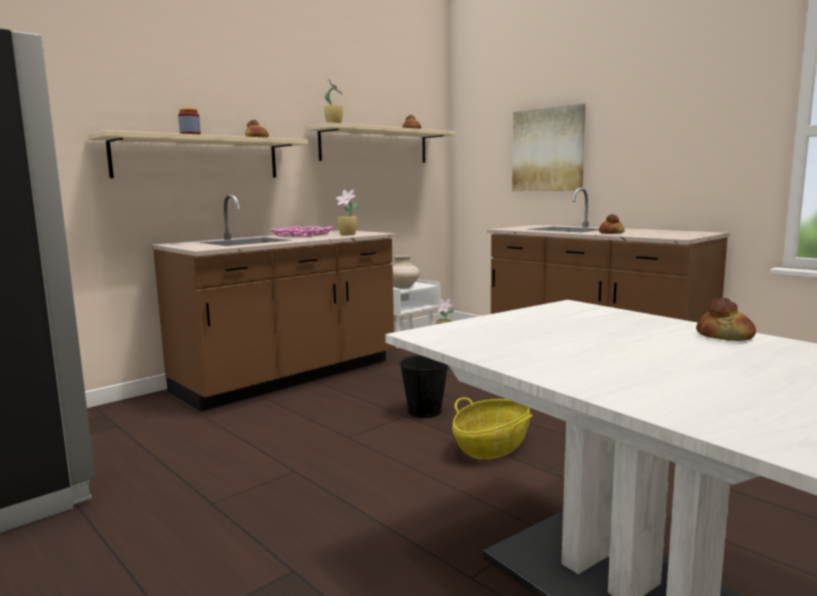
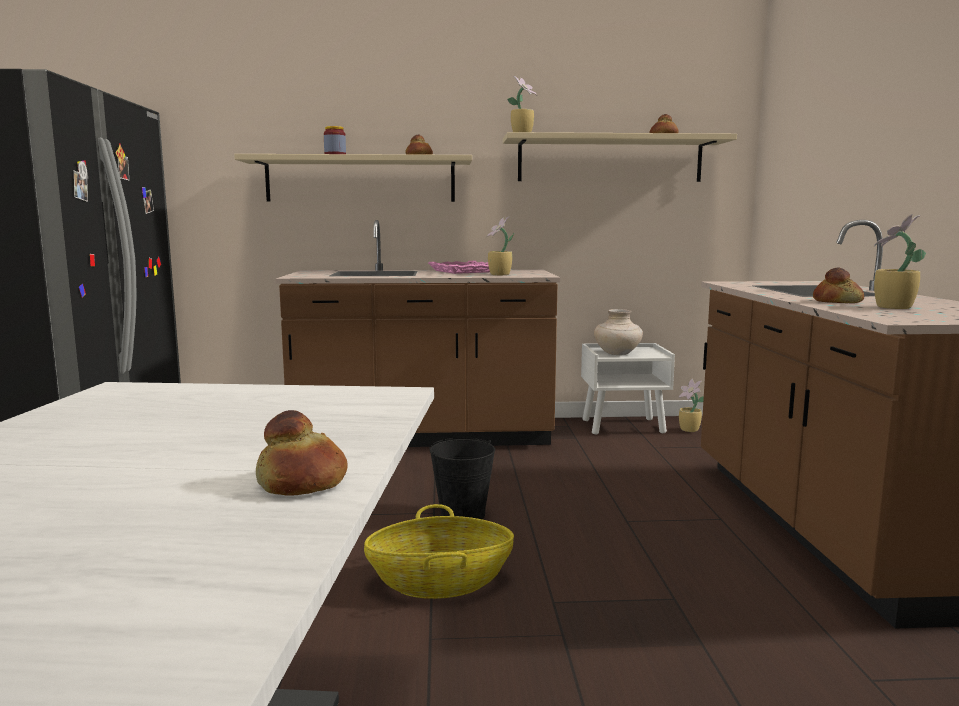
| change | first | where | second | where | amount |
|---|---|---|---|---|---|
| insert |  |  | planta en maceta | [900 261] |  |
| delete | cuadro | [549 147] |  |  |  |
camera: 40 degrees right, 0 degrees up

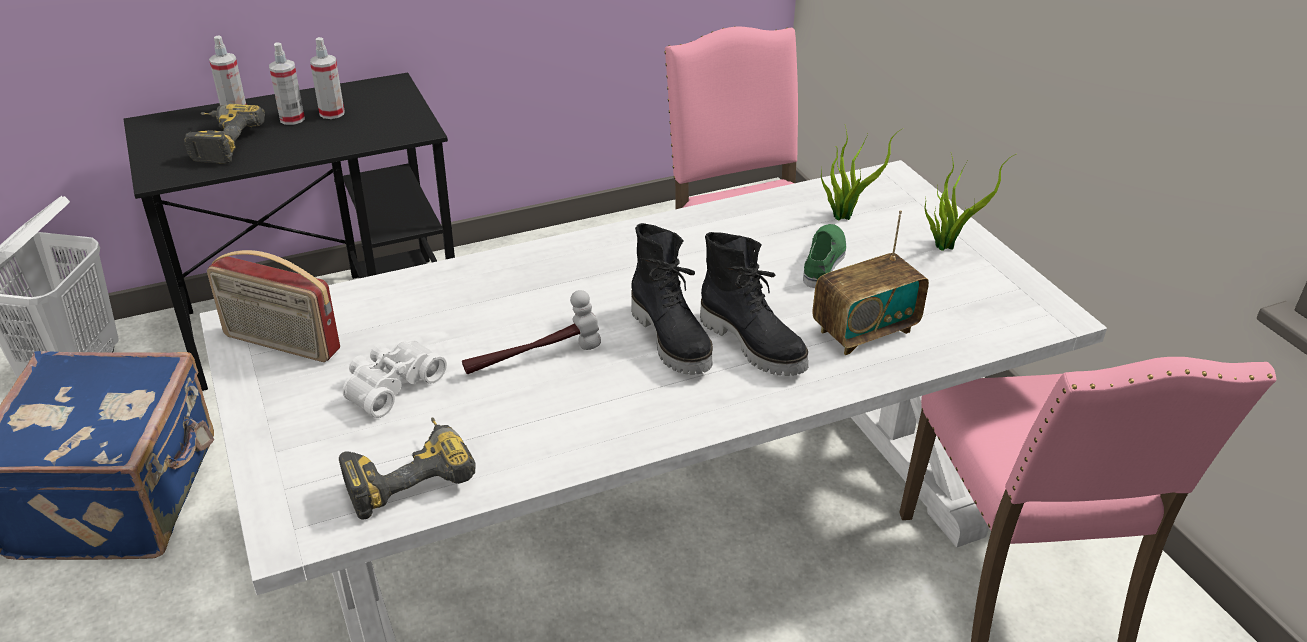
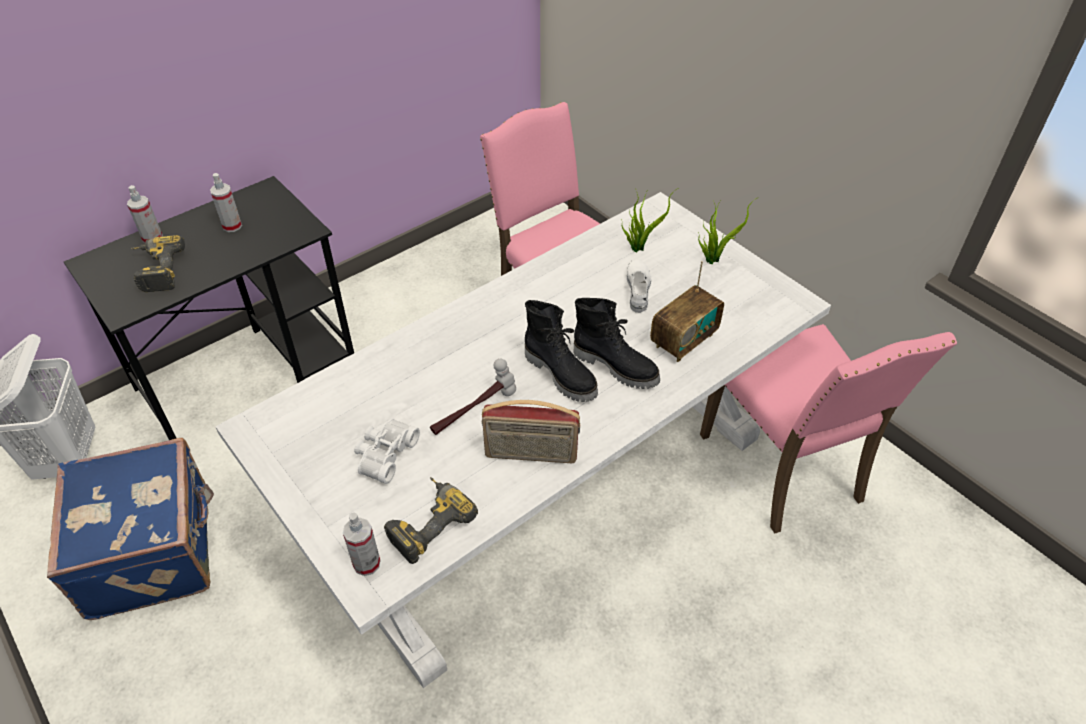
| change | first | where | second | where | amount |
|---|---|---|---|---|---|
| move | pulverizador | [287 83] |  | [361 544] |  |
| move | radio | [273 306] |  | [531 431] |  |
| recolor | zapato/verde | [824 256] | zapato/blanco | [639 286] |  |
camera: 15 degrees left, 10 degrees up

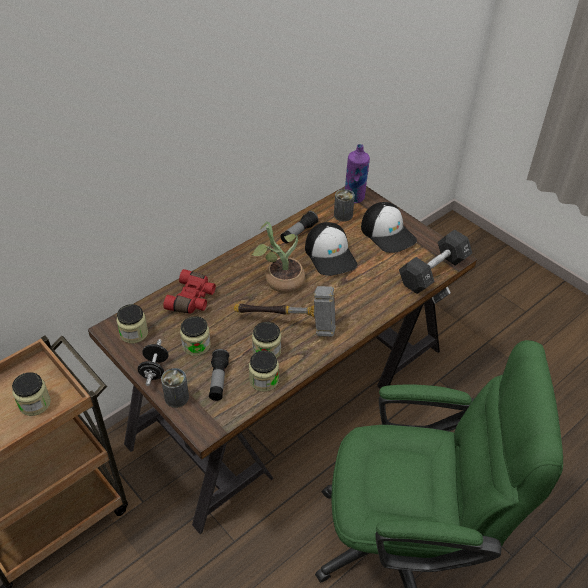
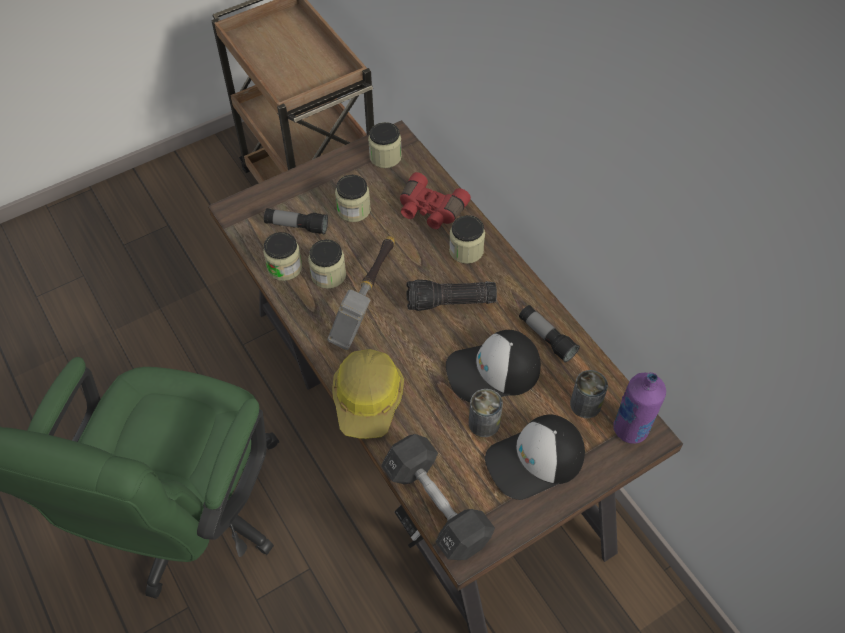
| change | first | where | second | where | amount |
|---|---|---|---|---|---|
| insert |  |  | casco | [368 394] |  |
| replace | planta en maceta | [278 257] | linterna | [451 295] |  |
| move | tarro | [31 394] |  | [467 239] |  |
| move | lata | [175 388] |  | [486 413] |  |
| delete | mancuerna/negro | [153 362] |  |  |  |
camera: 100 degrees right, 10 degrees up

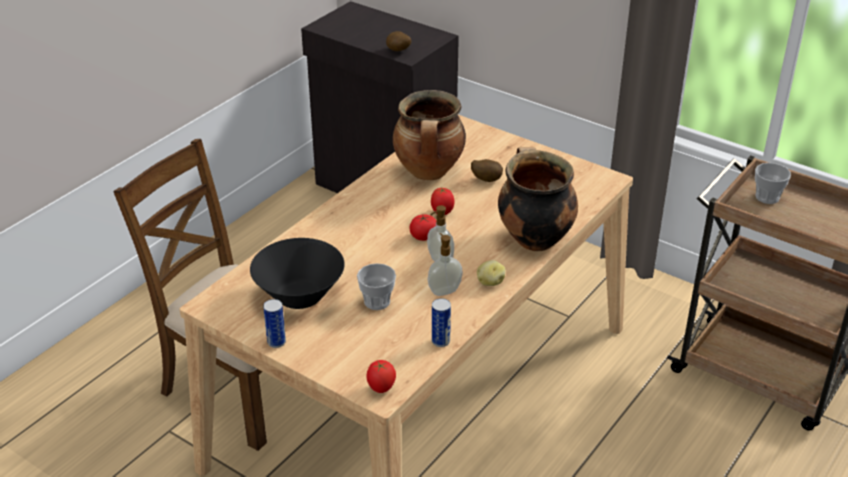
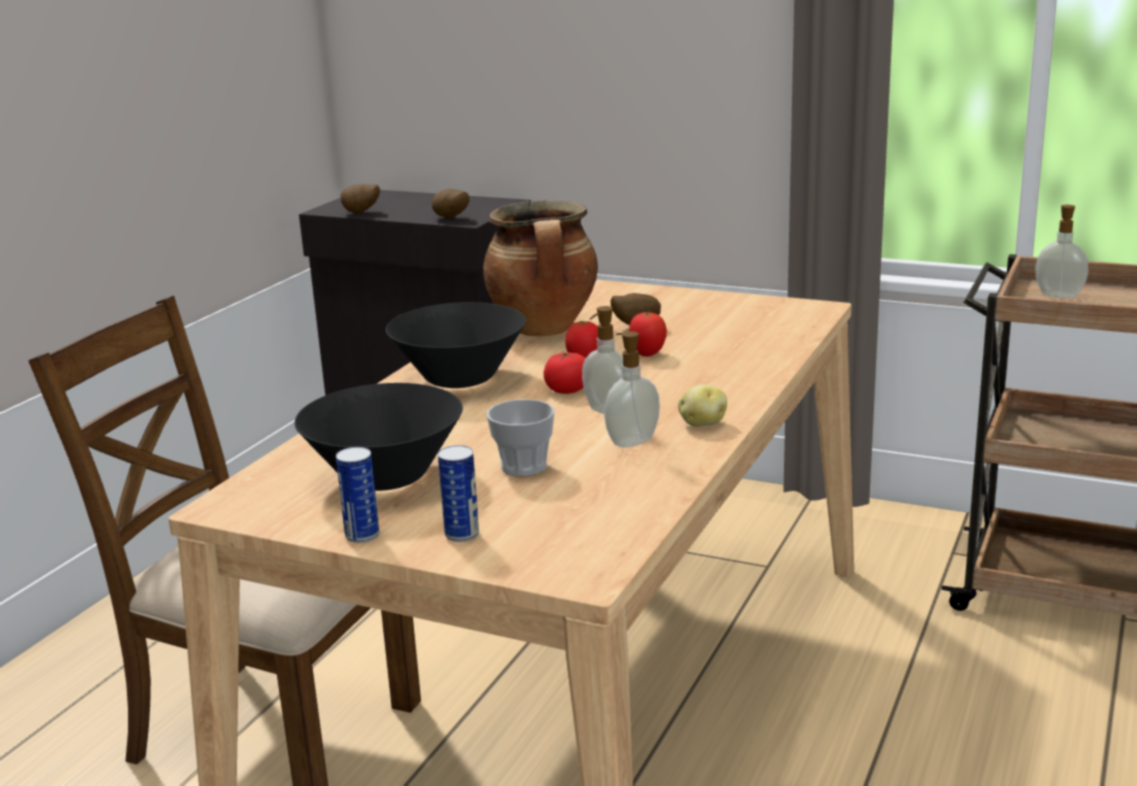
| change | first | where | second | where | amount |
|---|---|---|---|---|---|
| insert |  |  | patata | [360 198] |  |
| insert |  |  | cuenco/negro | [456 345] |  |
| move | lata | [441 322] |  | [458 493] |  |
| move | tomate | [381 376] |  | [648 334] |  |
| replace | taza | [773 183] | dispensador de jabón | [1061 251] |  |
| delete | olla | [538 199] |  |  |  |
camera: 10 degrees left, 15 degrees down

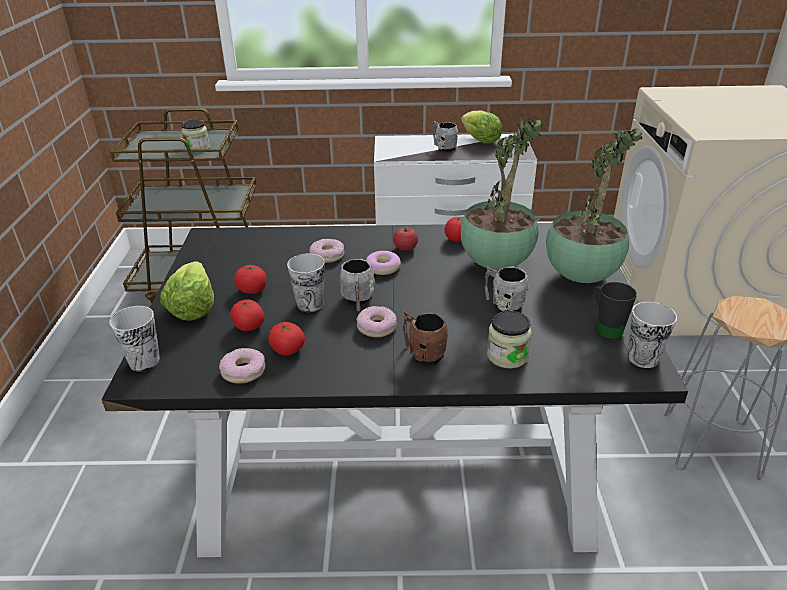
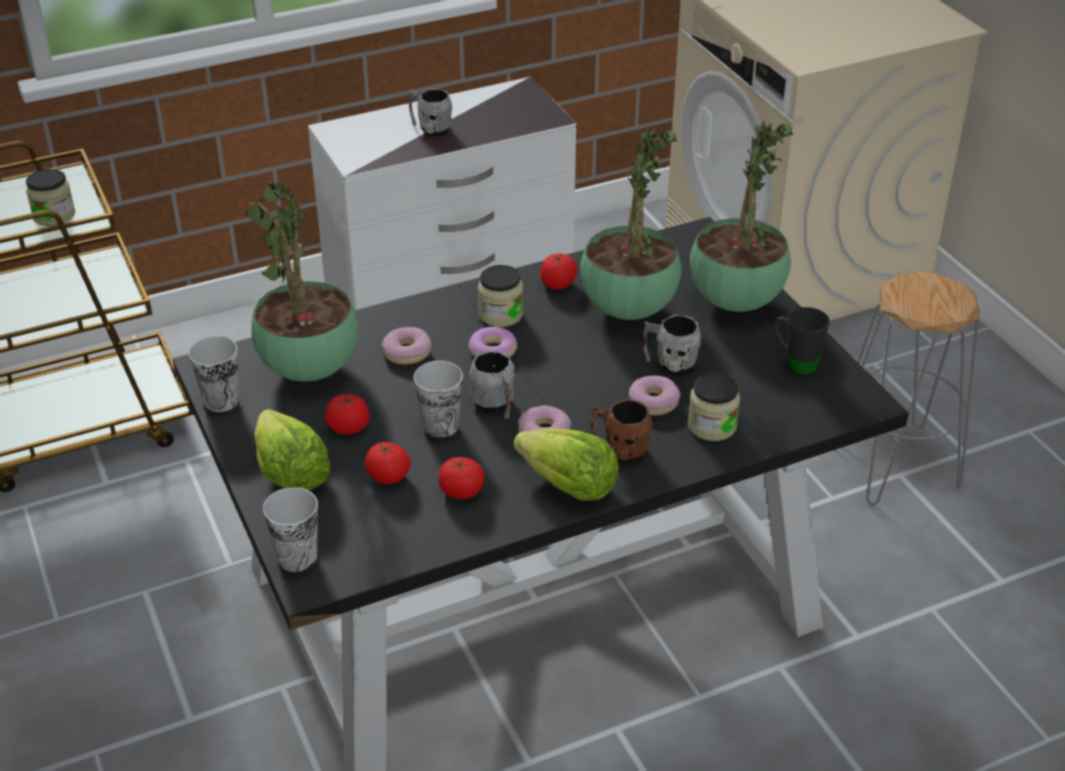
| change | first | where | second | where | amount |
|---|---|---|---|---|---|
| move | taza | [652 335] |  | [213 374] |  |
| insert |  |  | planta en maceta | [302 281] |  |
| replace | tomate | [405 239] | tarro | [500 296] |  |
| move | lechuga | [481 127] |  | [566 464] |  |
| move | rosquilla | [242 366] |  | [654 395] |  |
camera: 25 degrees left, 5 degrees up

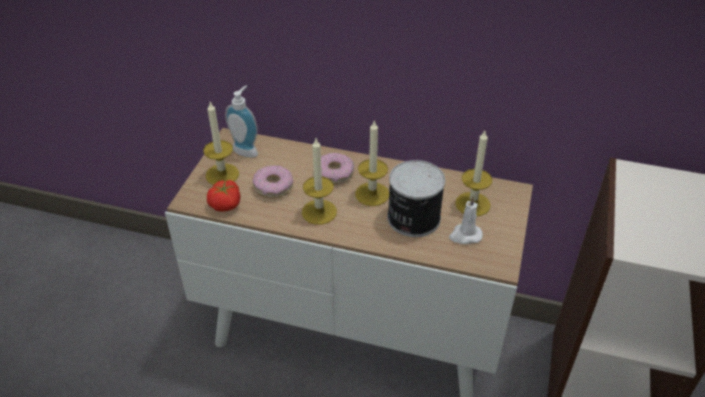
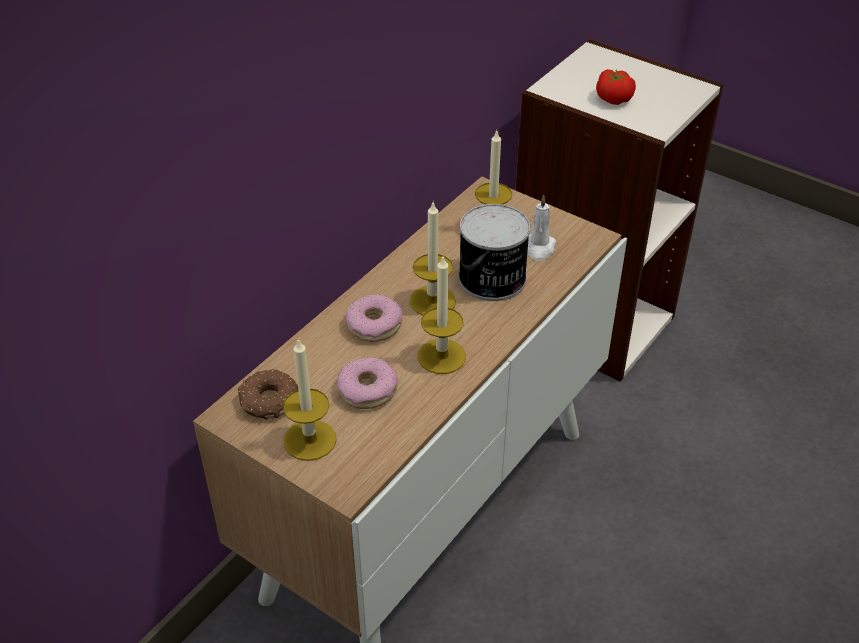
| change | first | where | second | where | amount |
|---|---|---|---|---|---|
| replace | dispensador de jabón | [241 122] | rosquilla | [268 394] |  |
| move | tomate | [223 196] |  | [616 87] |  |
camera: 70 degrees left, 0 degrees up

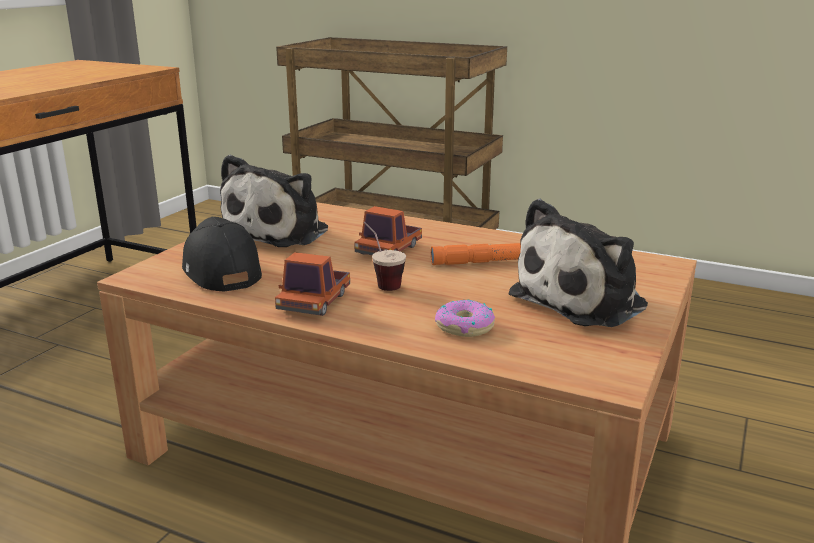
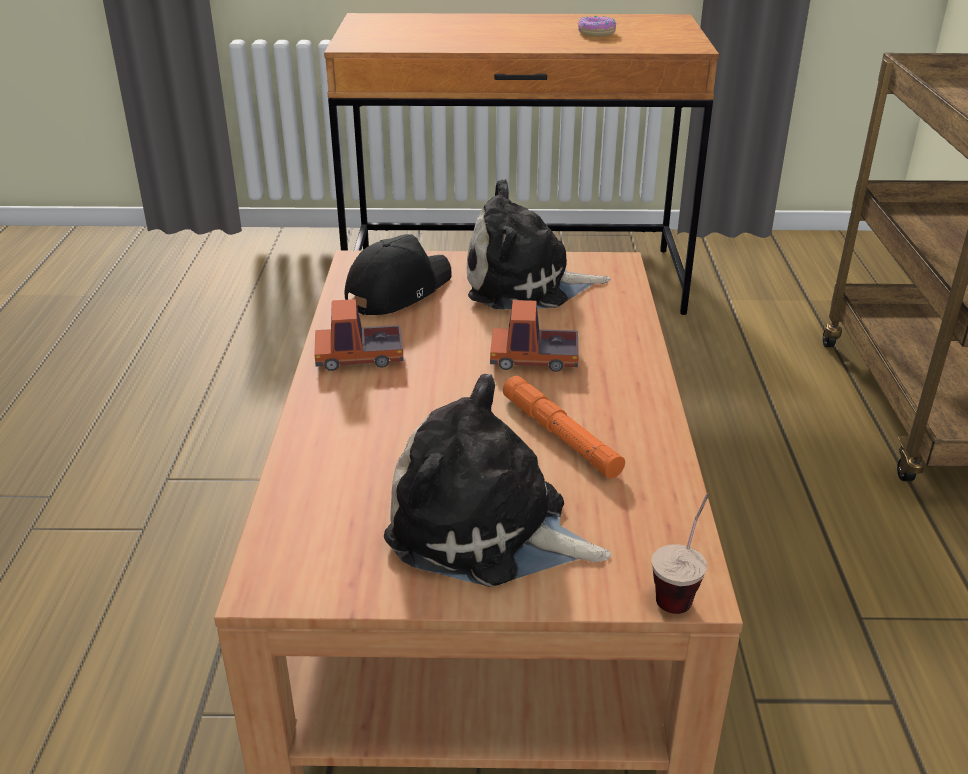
| change | first | where | second | where | amount |
|---|---|---|---|---|---|
| move | rosquilla | [465 318] |  | [597 26] |  |
| move | taza | [385 256] |  | [680 553] |  |
camera: 65 degrees right, 10 degrees up

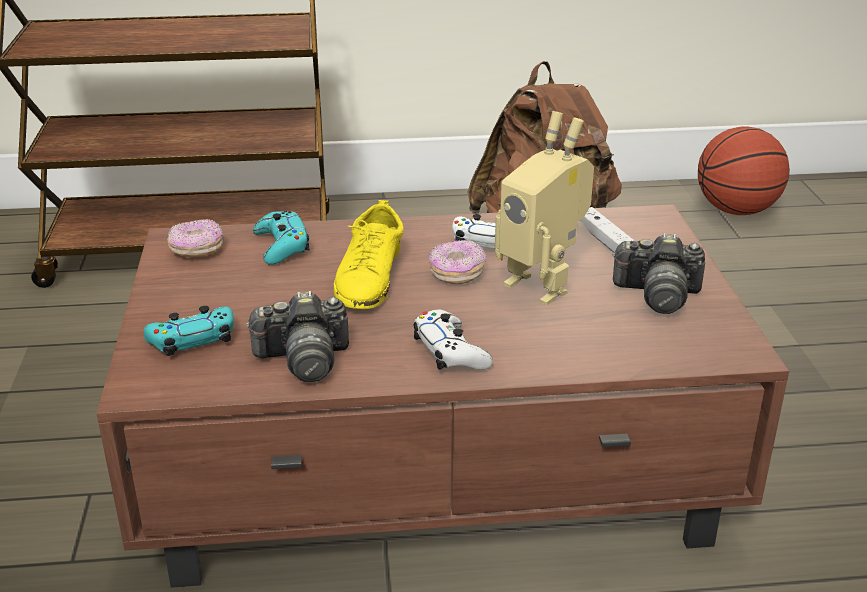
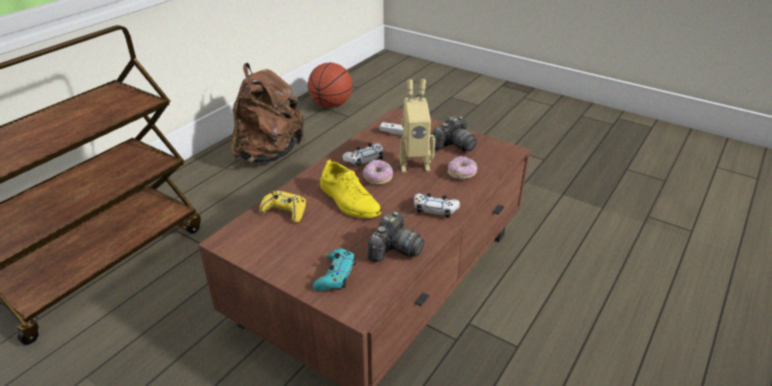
| change | first | where | second | where | amount |
|---|---|---|---|---|---|
| recolor | mando de consola/turquesa | [281 238] | mando de consola/amarillo | [282 207] |  |
| move | rosquilla | [195 238] |  | [462 167] |  |
camera: 50 degrees left, 5 degrees up

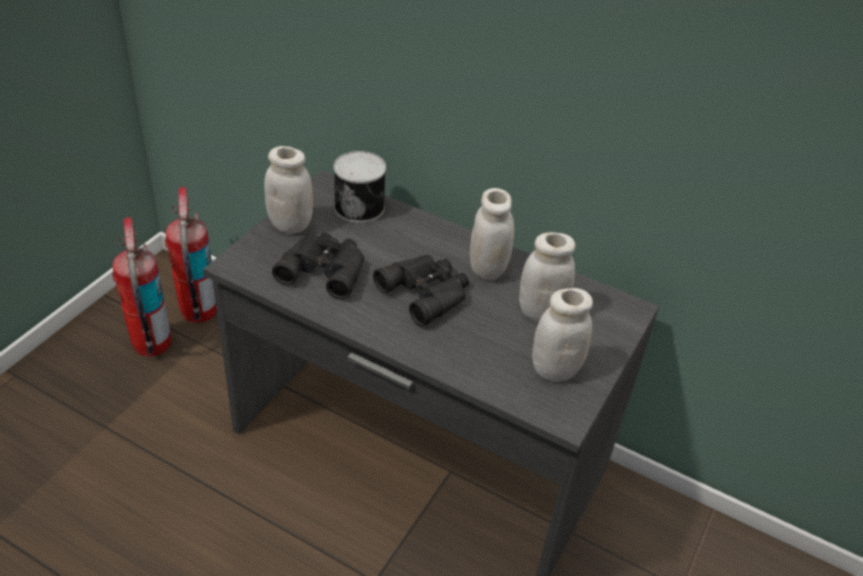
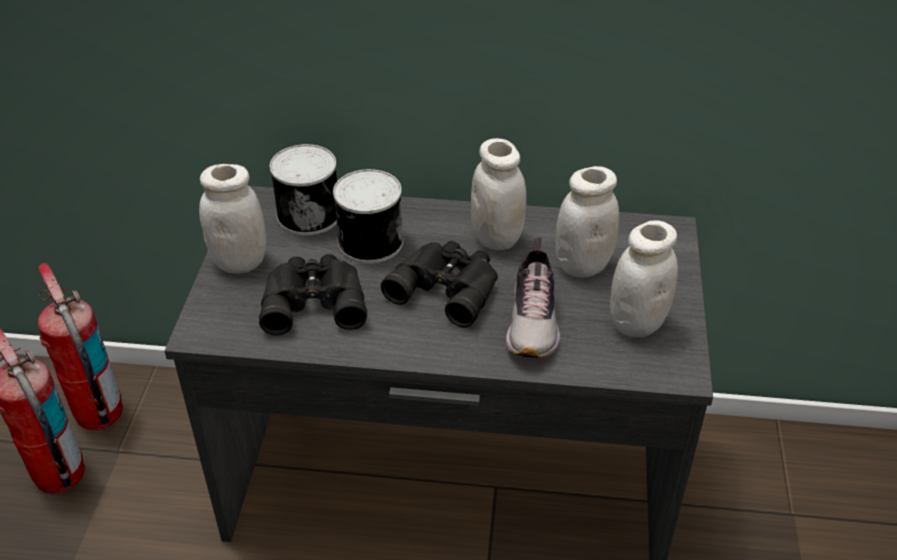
| change | first | where | second | where | amount |
|---|---|---|---|---|---|
| insert |  |  | lata | [368 216] |  |
| insert |  |  | zapato | [533 297] |  |
camera: 20 degrees left, 0 degrees up

